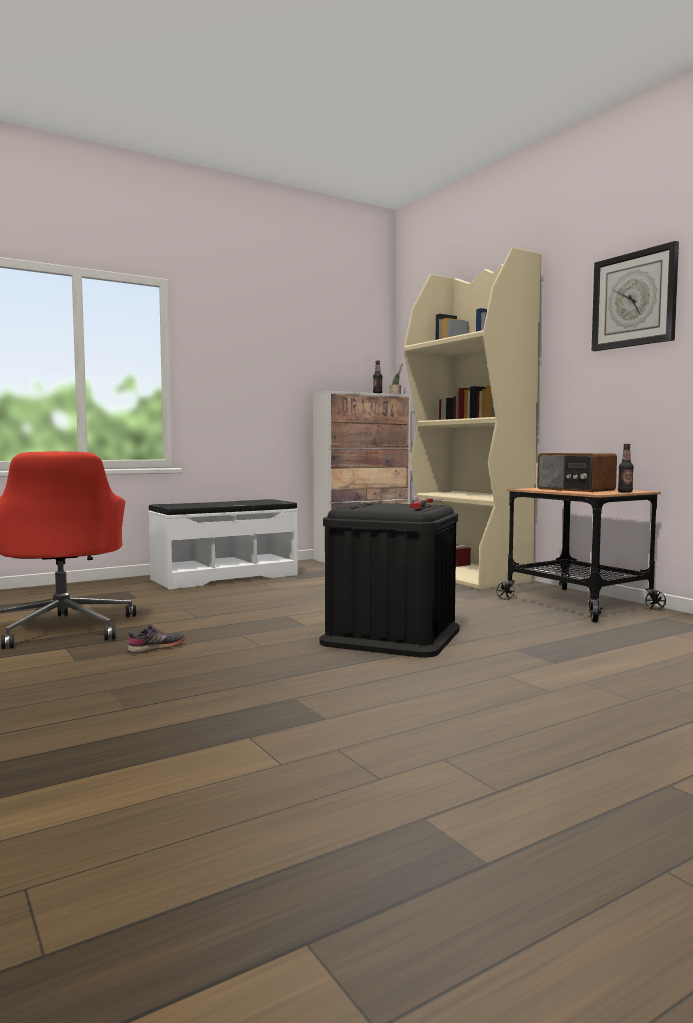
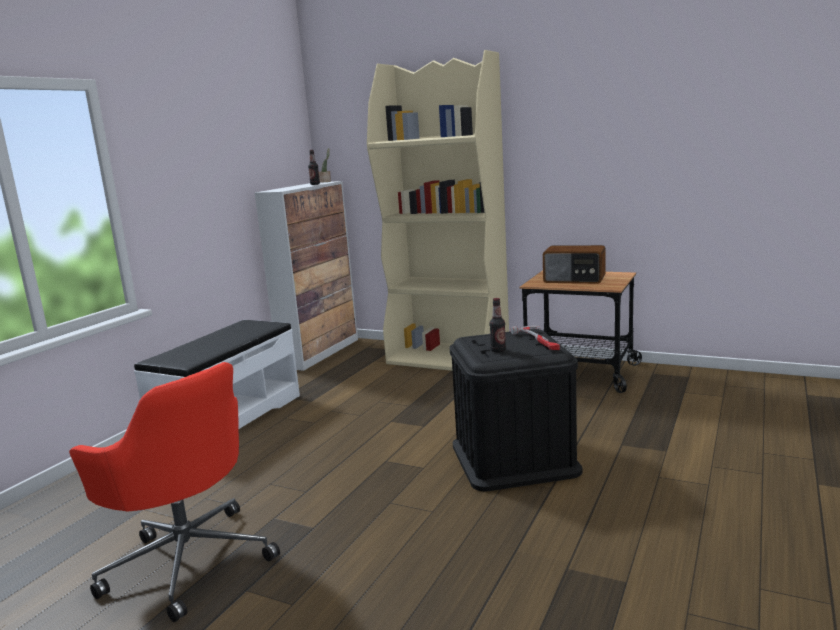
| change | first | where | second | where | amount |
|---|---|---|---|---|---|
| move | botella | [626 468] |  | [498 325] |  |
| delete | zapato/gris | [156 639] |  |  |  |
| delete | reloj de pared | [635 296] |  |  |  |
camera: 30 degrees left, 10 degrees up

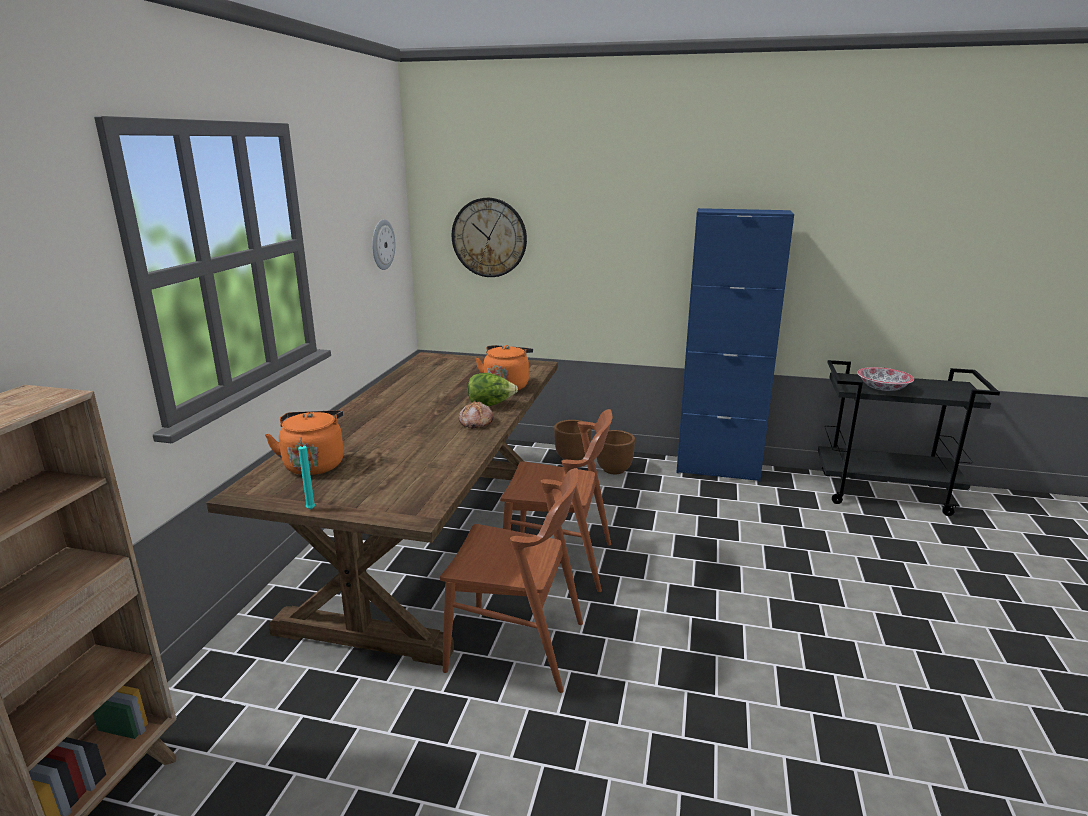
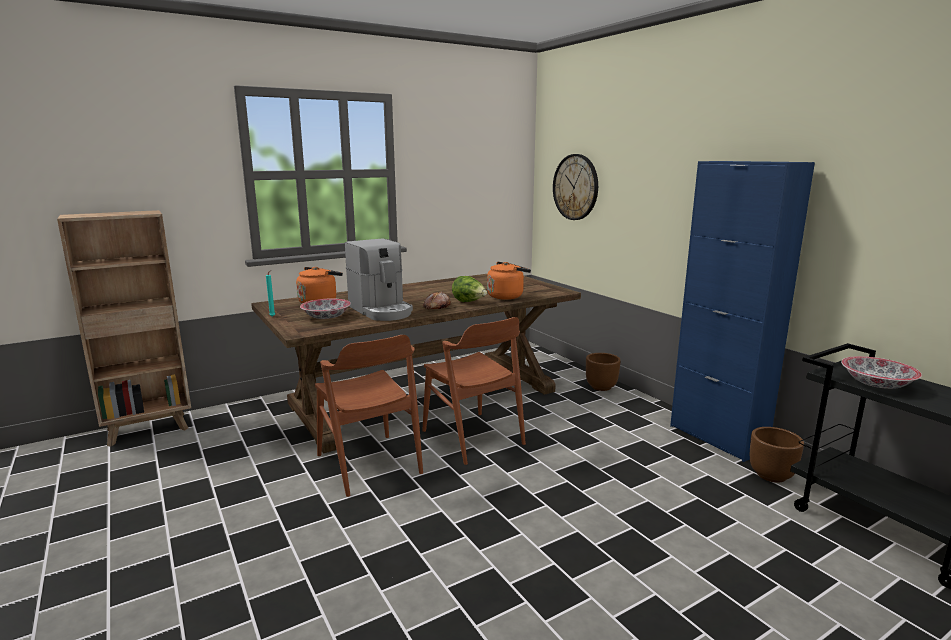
| change | first | where | second | where | amount |
|---|---|---|---|---|---|
| insert |  |  | cuenco | [325 308] |  |
| insert |  |  | cafetera | [379 279] |  |
| move | maceta/marrón | [616 452] |  | [777 455] |  |
| delete | reloj de pared | [383 244] |  |  |  |
camera: 45 degrees right, 5 degrees down

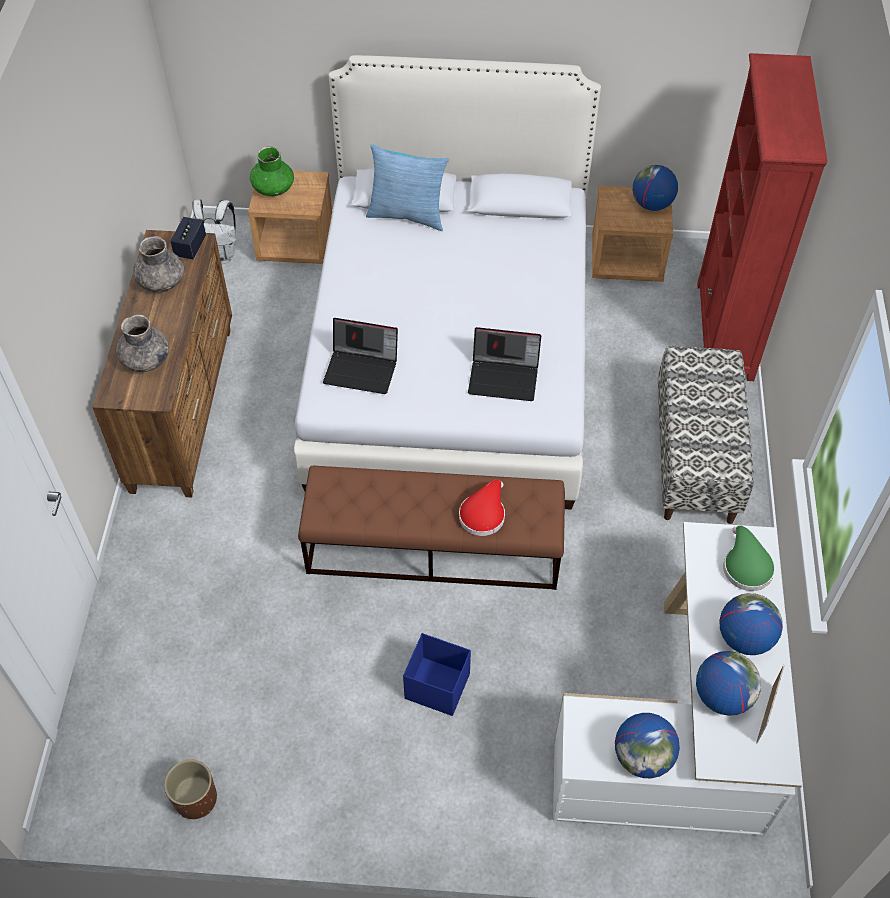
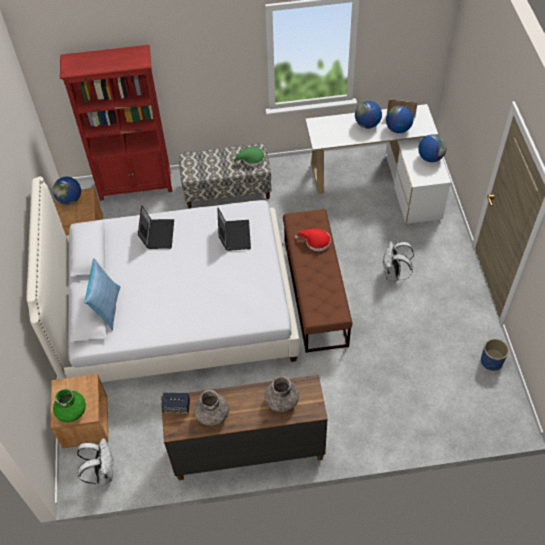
| change | first | where | second | where | amount |
|---|---|---|---|---|---|
| move | portátil | [360 356] |  | [156 227] |  |
| move | sombrero/verde | [749 558] |  | [249 156] |  |
| replace | caja de almacenaje/azul | [437 674] | mochila/blanco | [398 261] |  |
| recolor | maceta/marrón | [190 789] | maceta/azul | [495 355] |  |
camera: 100 degrees left, 0 degrees up

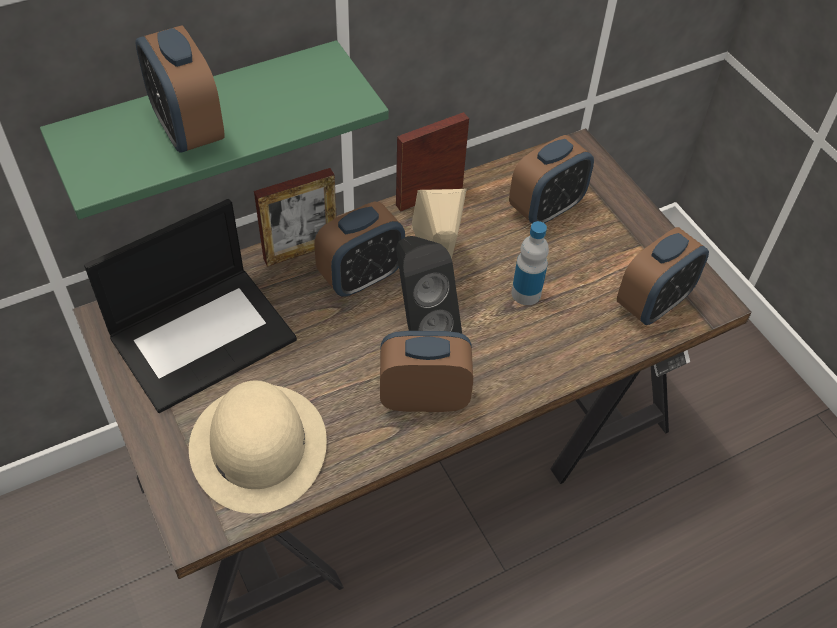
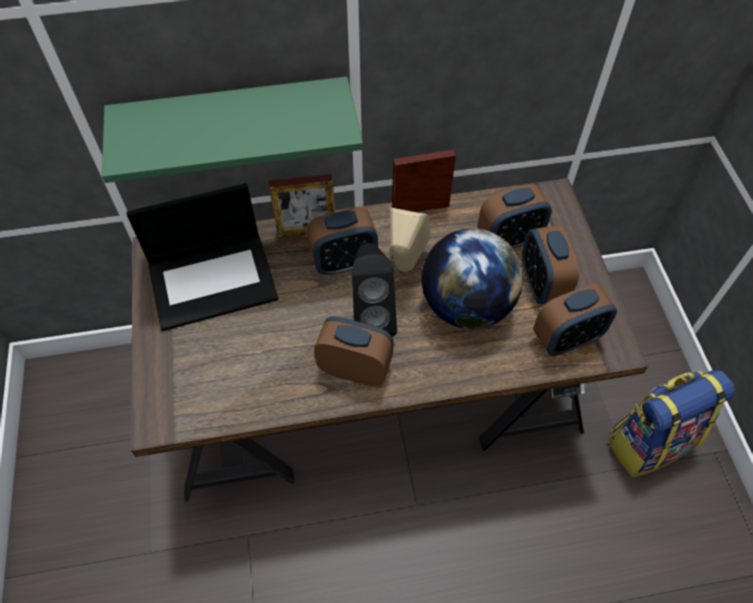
| change | first | where | second | where | amount |
|---|---|---|---|---|---|
| replace | botella | [530 263] | globo terráqueo | [472 278] |  |
| move | despertador | [179 89] |  | [550 265] |  |
| insert |  |  | mochila | [671 424] |  |
| delete | sombrero/beis | [258 447] |  |  |  |
camera: 20 degrees right, 5 degrees up

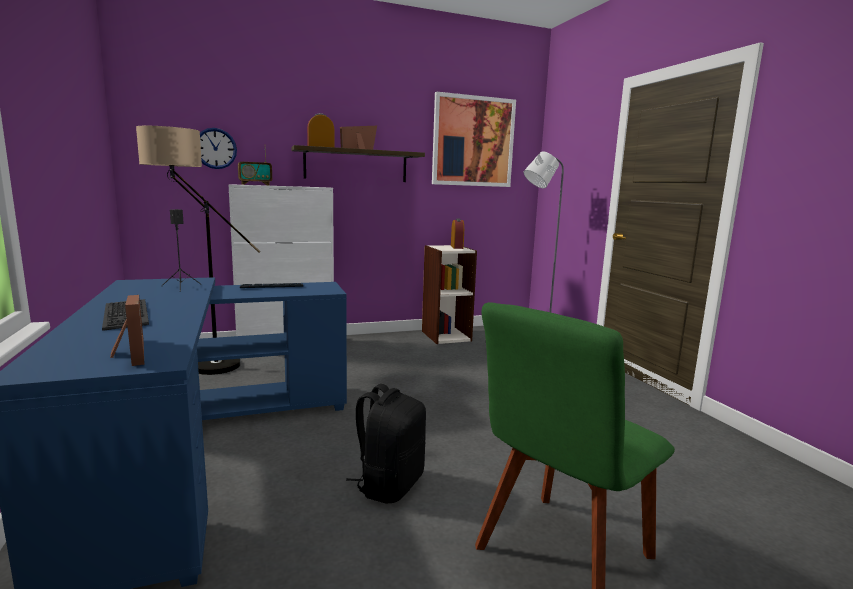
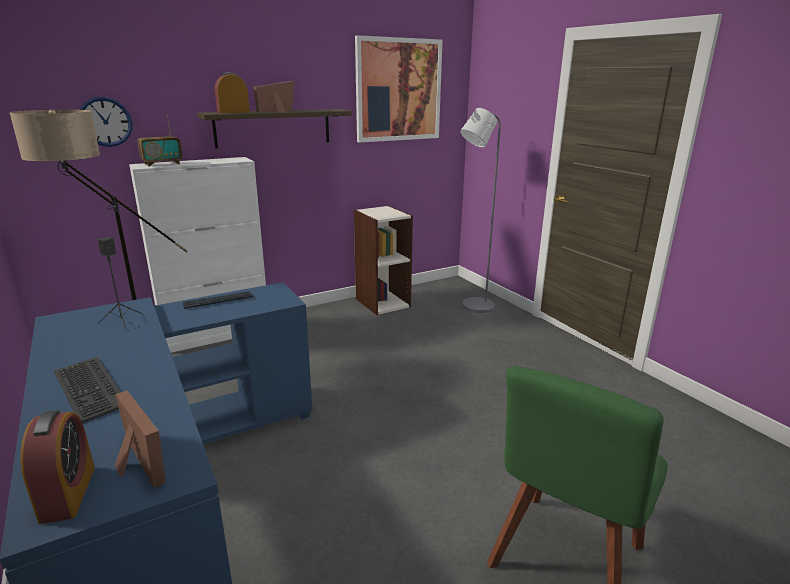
| change | first | where | second | where | amount |
|---|---|---|---|---|---|
| move | despertador | [457 234] |  | [57 467] |  |
| delete | mochila/negro | [386 443] |  |  |  |
camera: 10 degrees left, 10 degrees up

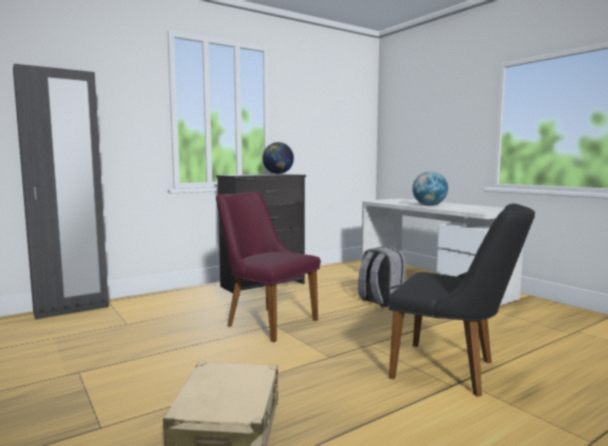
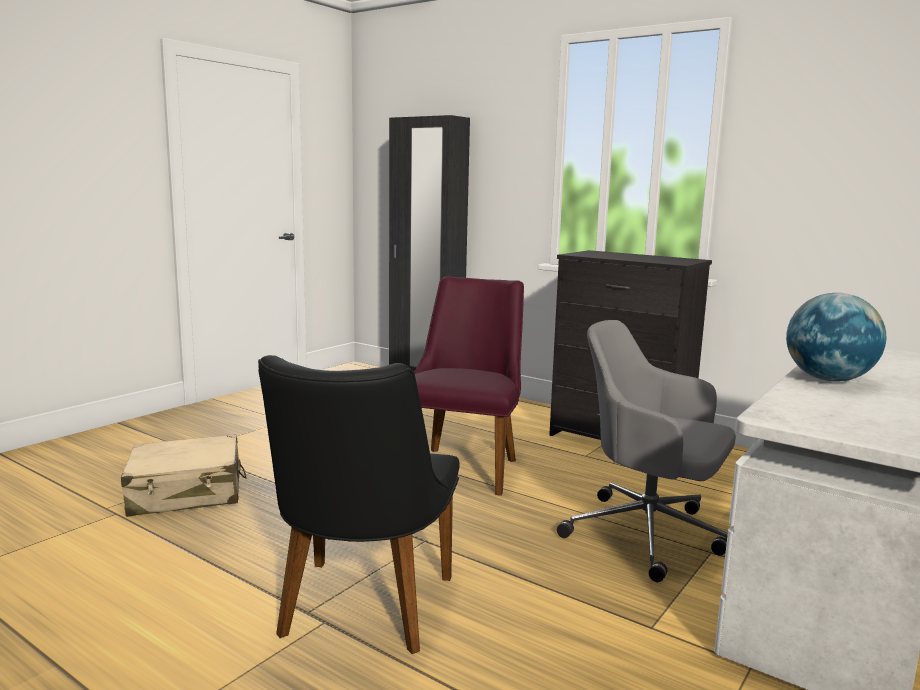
| change | first | where | second | where | amount |
|---|---|---|---|---|---|
| replace | mochila/gris | [382 277] | silla de oficina/gris | [646 451] |  |
| delete | globo terráqueo | [278 158] |  |  |  |
camera: 70 degrees right, 5 degrees up

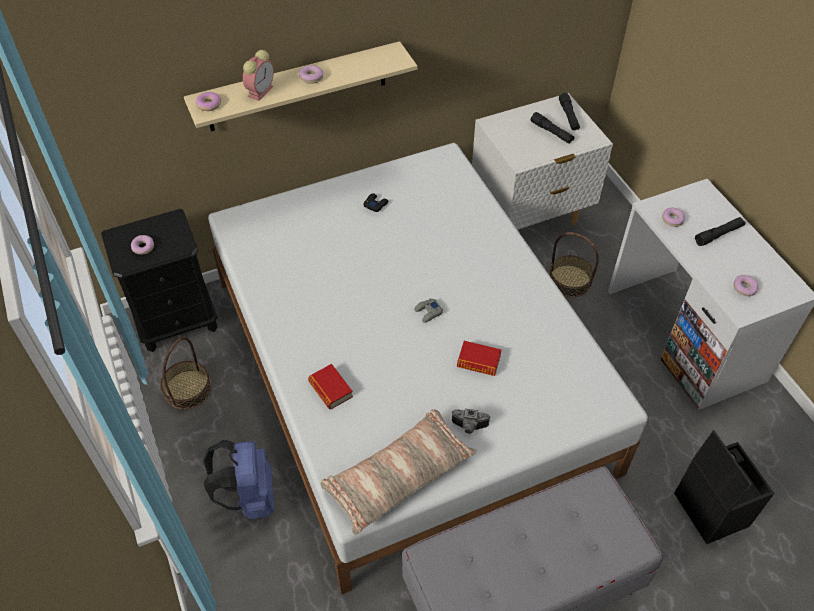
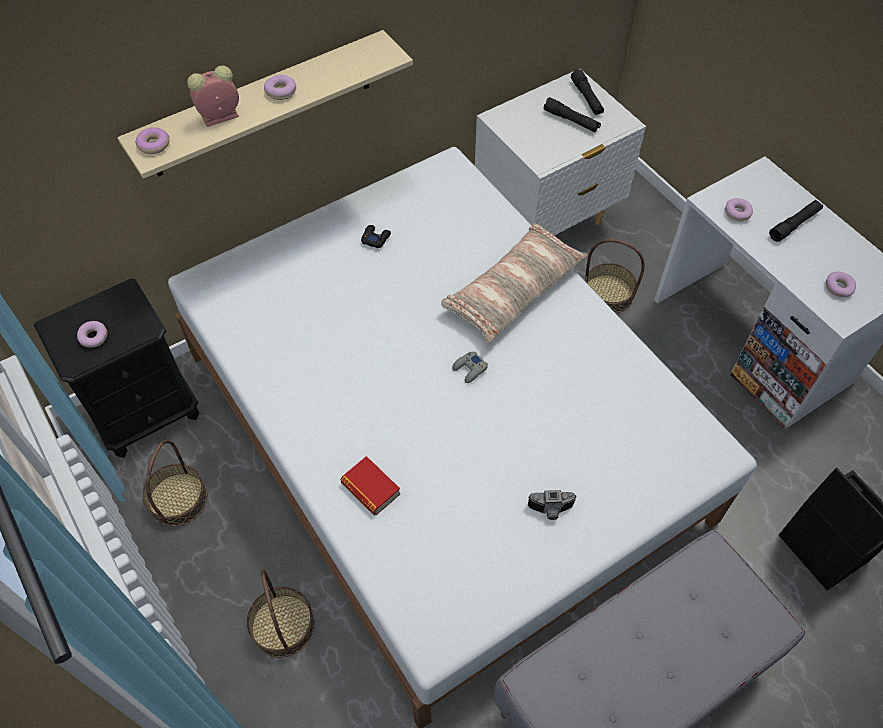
| change | first | where | second | where | amount |
|---|---|---|---|---|---|
| rotate | despertador | [258 75] |  | [213 96] | 135 degrees counterclockwise |
| replace | mochila/azul | [238 480] | cesta | [281 614] |  |
| move | cojín | [398 472] |  | [514 283] |  |
| delete | libro | [479 358] |  |  |  |
camera: 10 degrees left, 5 degrees up

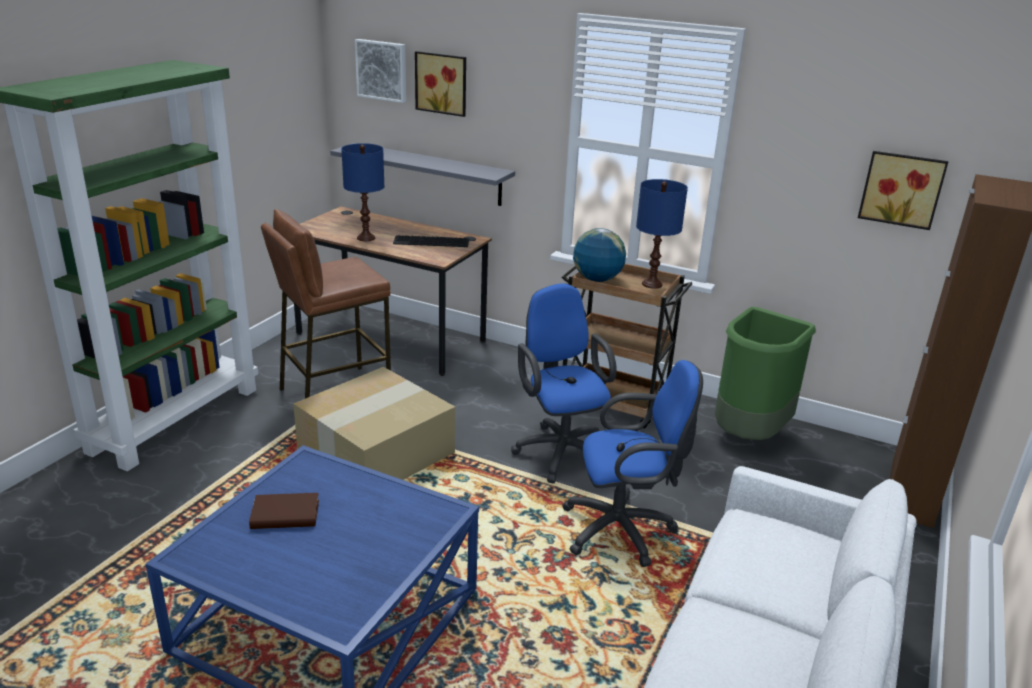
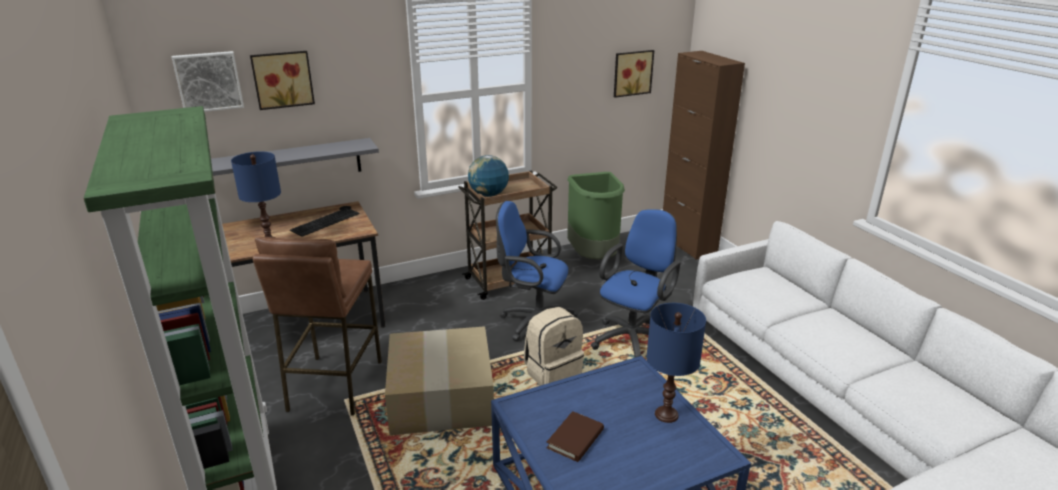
| change | first | where | second | where | amount |
|---|---|---|---|---|---|
| insert |  |  | mochila/beis | [554 346] |  |
| move | lámpara de mesa/azul | [662 234] |  | [676 363] |  |
camera: 50 degrees left, 0 degrees up

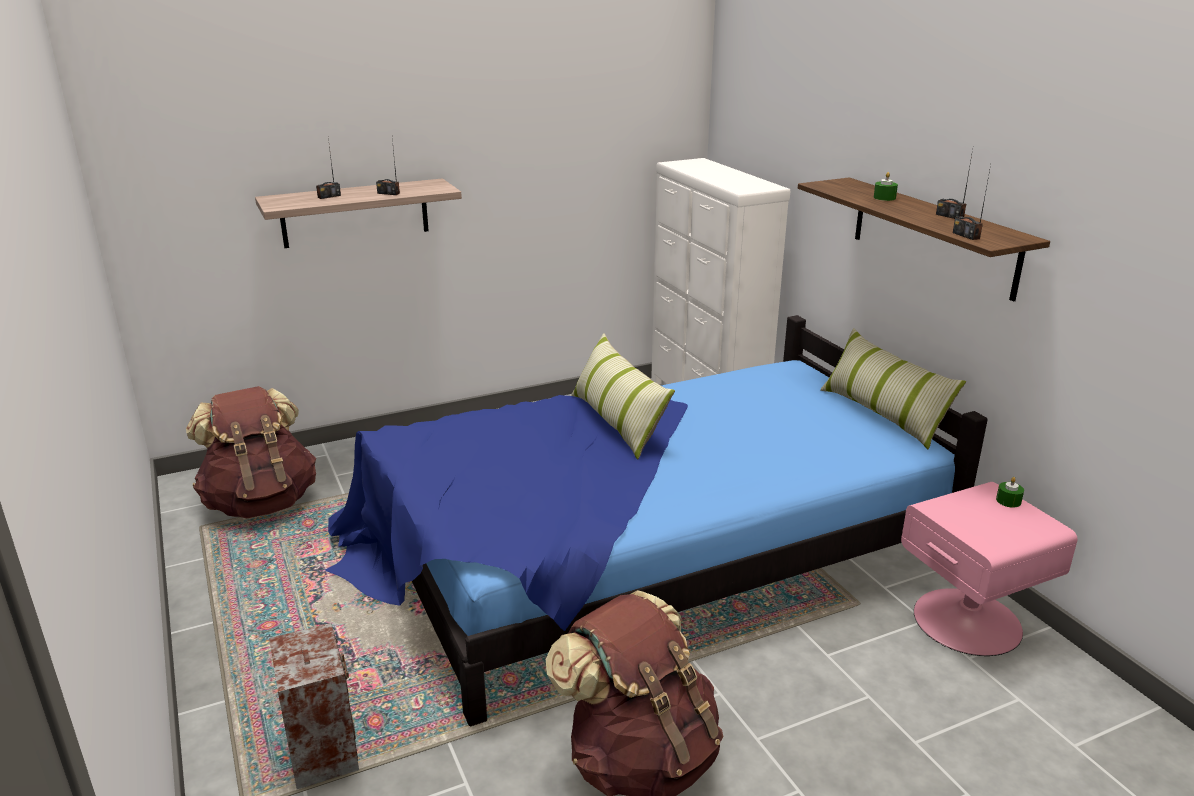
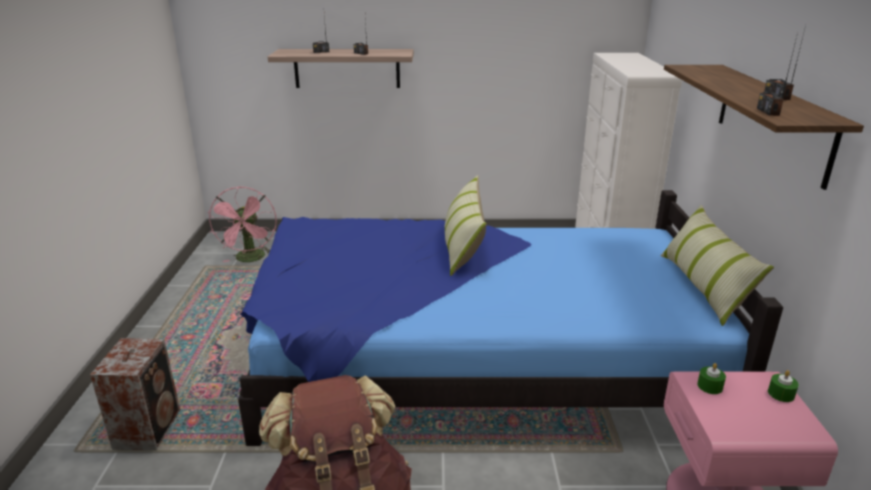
| change | first | where | second | where | amount |
|---|---|---|---|---|---|
| replace | mochila/marrón | [251 452] | ventilador/rosa | [242 224] |  |
| move | vela/verde | [886 186] |  | [711 378] |  |
camera: 25 degrees right, 0 degrees up

